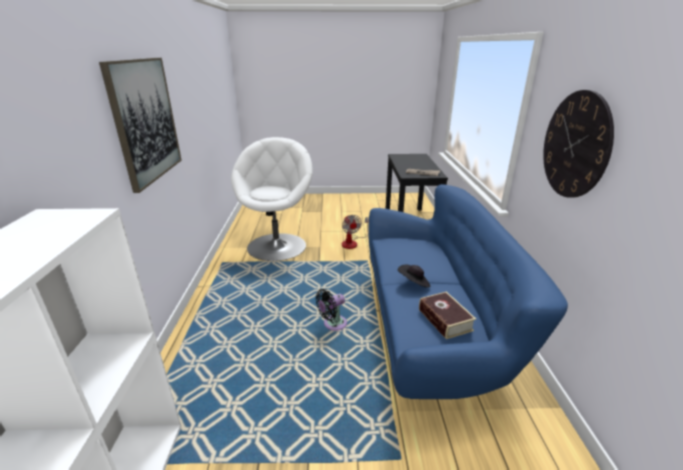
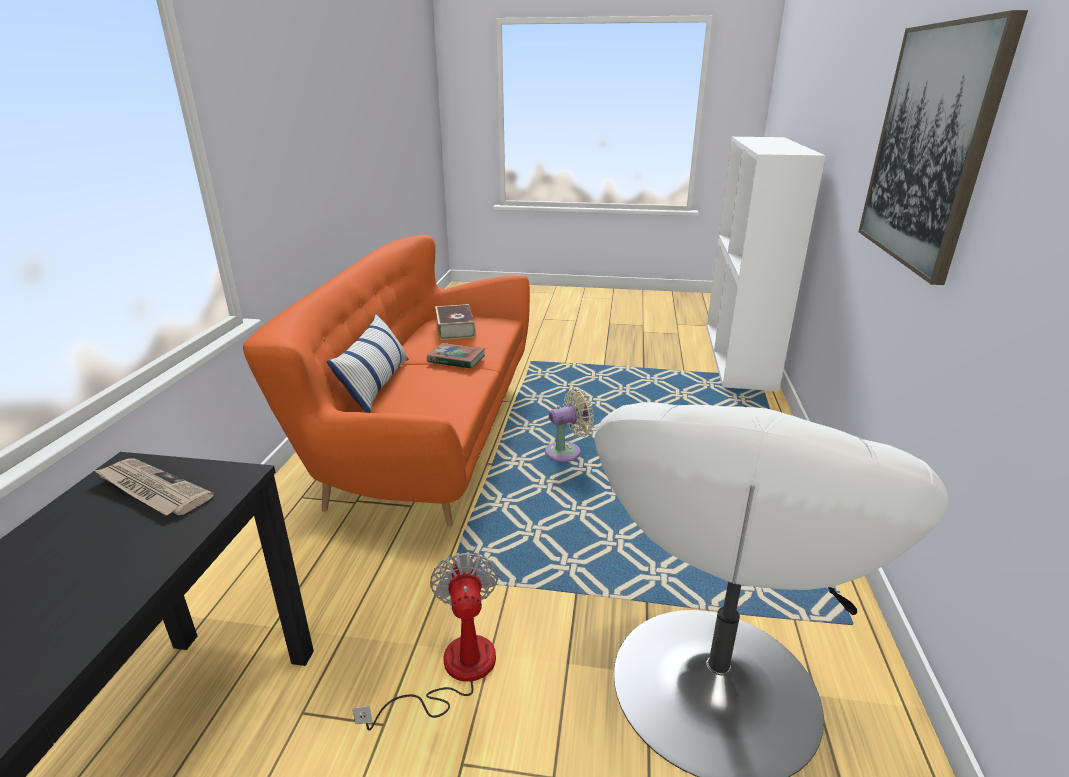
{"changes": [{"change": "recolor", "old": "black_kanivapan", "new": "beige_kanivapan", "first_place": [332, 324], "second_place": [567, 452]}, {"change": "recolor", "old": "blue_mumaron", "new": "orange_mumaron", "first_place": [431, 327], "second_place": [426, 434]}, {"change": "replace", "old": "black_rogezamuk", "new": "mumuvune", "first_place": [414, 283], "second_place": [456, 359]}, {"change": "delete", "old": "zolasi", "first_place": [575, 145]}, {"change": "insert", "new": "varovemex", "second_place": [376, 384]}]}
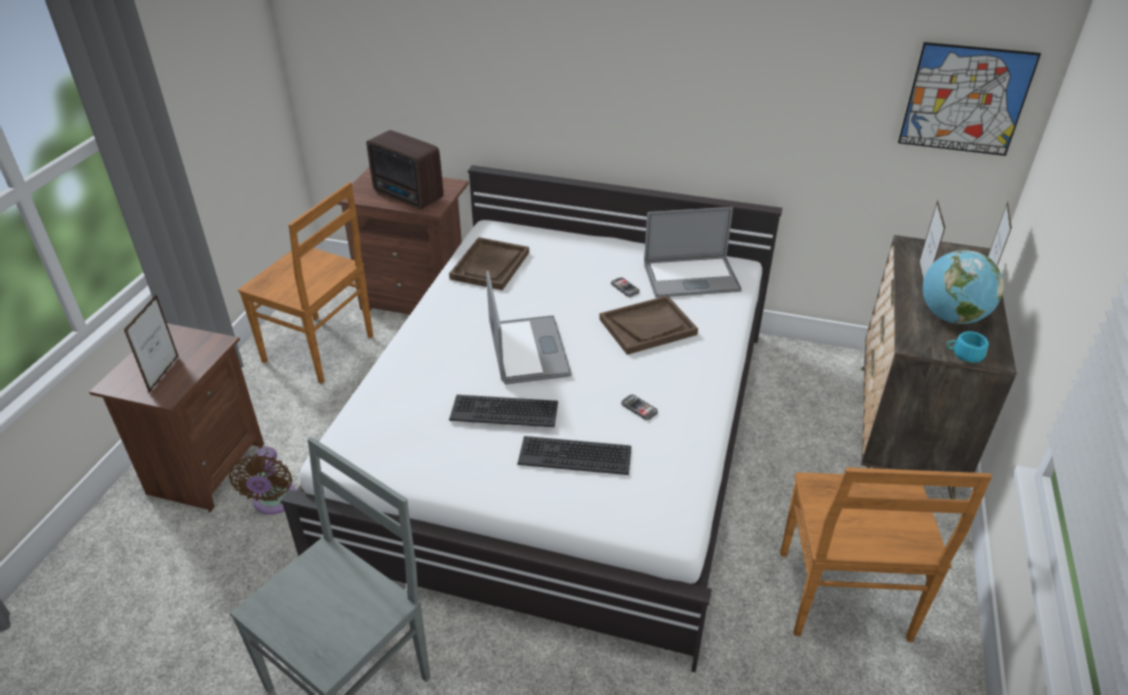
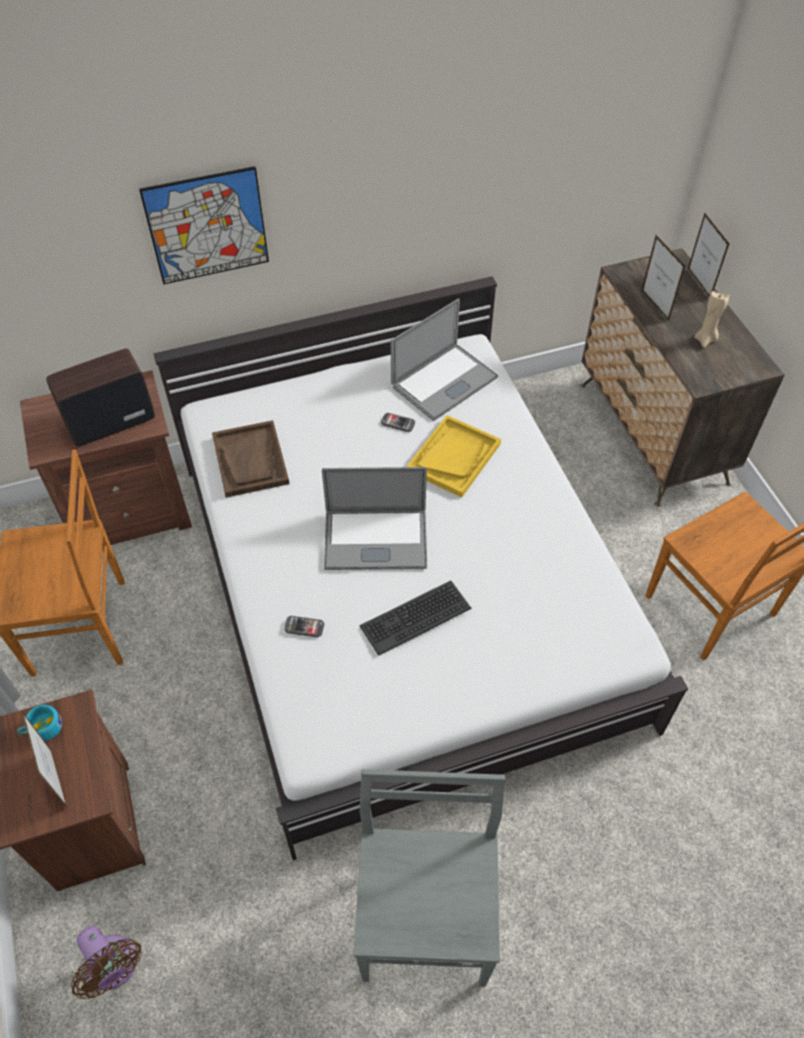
{"changes": [{"change": "move", "old": "brown_kanivapan", "first_place": [274, 502], "second_place": [114, 968]}, {"change": "rotate", "old": "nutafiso", "first_place": [409, 196], "second_place": [108, 422], "degrees": 150}, {"change": "rotate", "old": "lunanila", "first_place": [528, 350], "second_place": [375, 539], "degrees": 135}, {"change": "delete", "old": "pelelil", "first_place": [575, 455]}, {"change": "recolor", "old": "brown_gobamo", "new": "yellow_gobamo", "first_place": [648, 327], "second_place": [453, 457]}, {"change": "move", "old": "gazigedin", "first_place": [639, 408], "second_place": [304, 627]}, {"change": "move", "old": "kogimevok", "first_place": [965, 99], "second_place": [207, 226]}, {"change": "replace", "old": "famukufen", "new": "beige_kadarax", "first_place": [951, 317], "second_place": [705, 340]}, {"change": "move", "old": "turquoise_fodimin", "first_place": [964, 354], "second_place": [42, 729]}]}
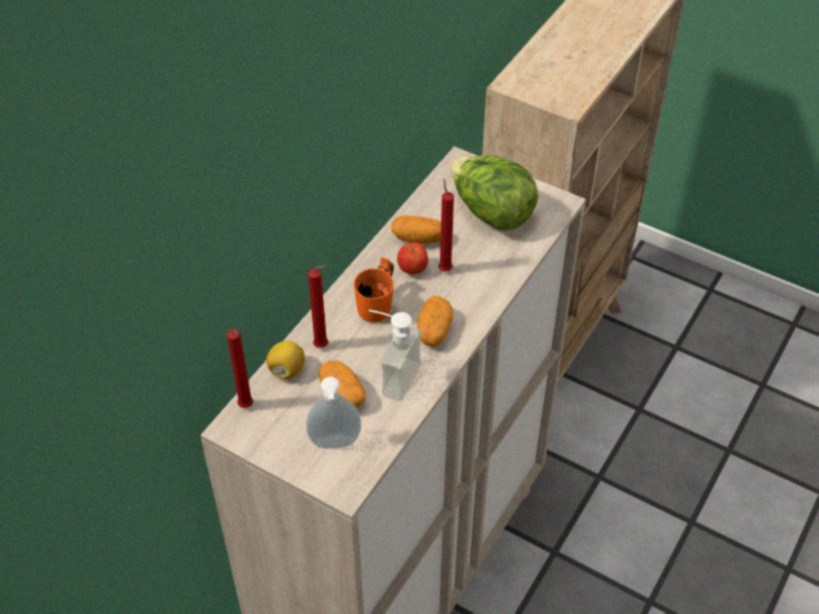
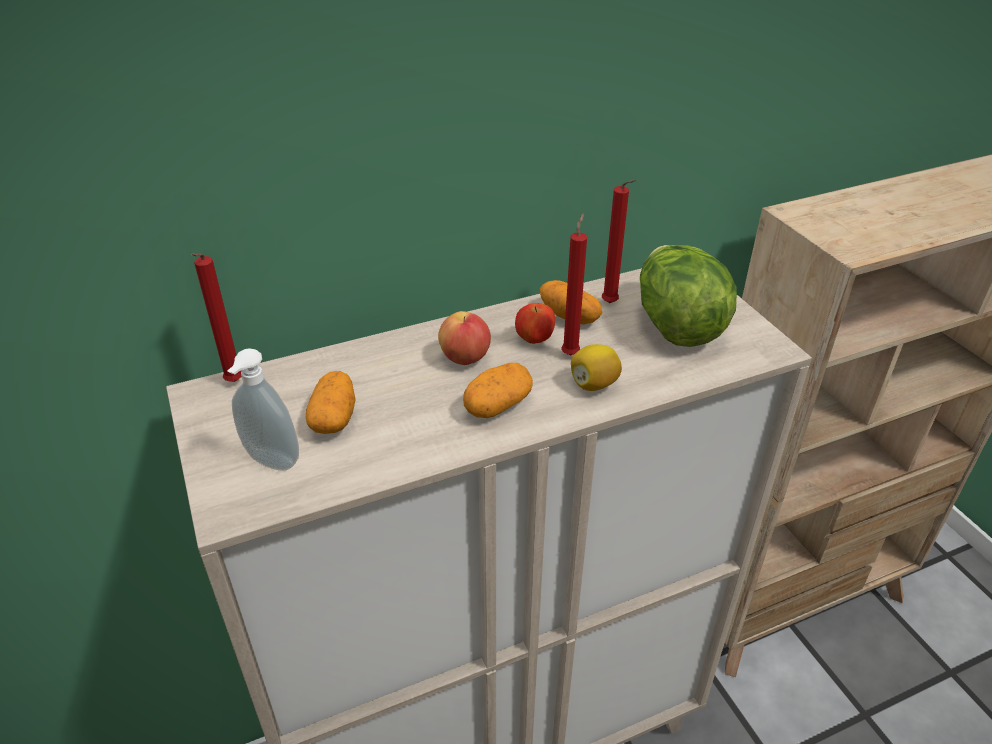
{"changes": [{"change": "move", "old": "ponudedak", "first_place": [287, 370], "second_place": [594, 384]}, {"change": "move", "old": "red_kadarax", "first_place": [323, 346], "second_place": [611, 304]}, {"change": "replace", "old": "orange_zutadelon", "new": "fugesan", "first_place": [381, 307], "second_place": [465, 358]}, {"change": "delete", "old": "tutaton", "first_place": [391, 376]}]}
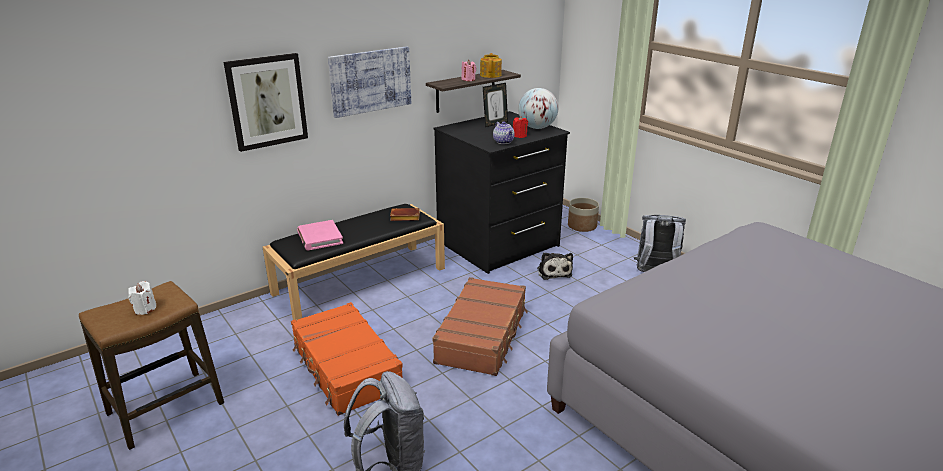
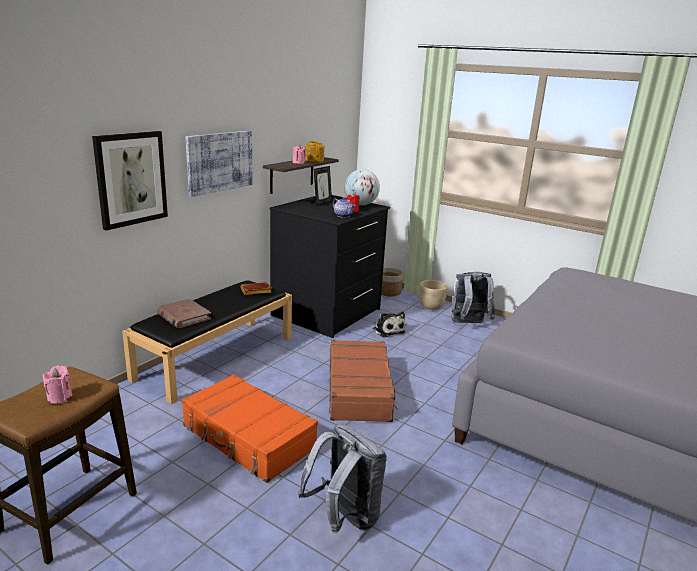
{"changes": [{"change": "recolor", "old": "white_kadarax", "new": "pink_kadarax", "first_place": [145, 309], "second_place": [59, 397]}, {"change": "recolor", "old": "pink_mumuvune", "new": "brown_mumuvune", "first_place": [319, 238], "second_place": [183, 316]}, {"change": "insert", "new": "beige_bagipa", "second_place": [431, 306]}]}
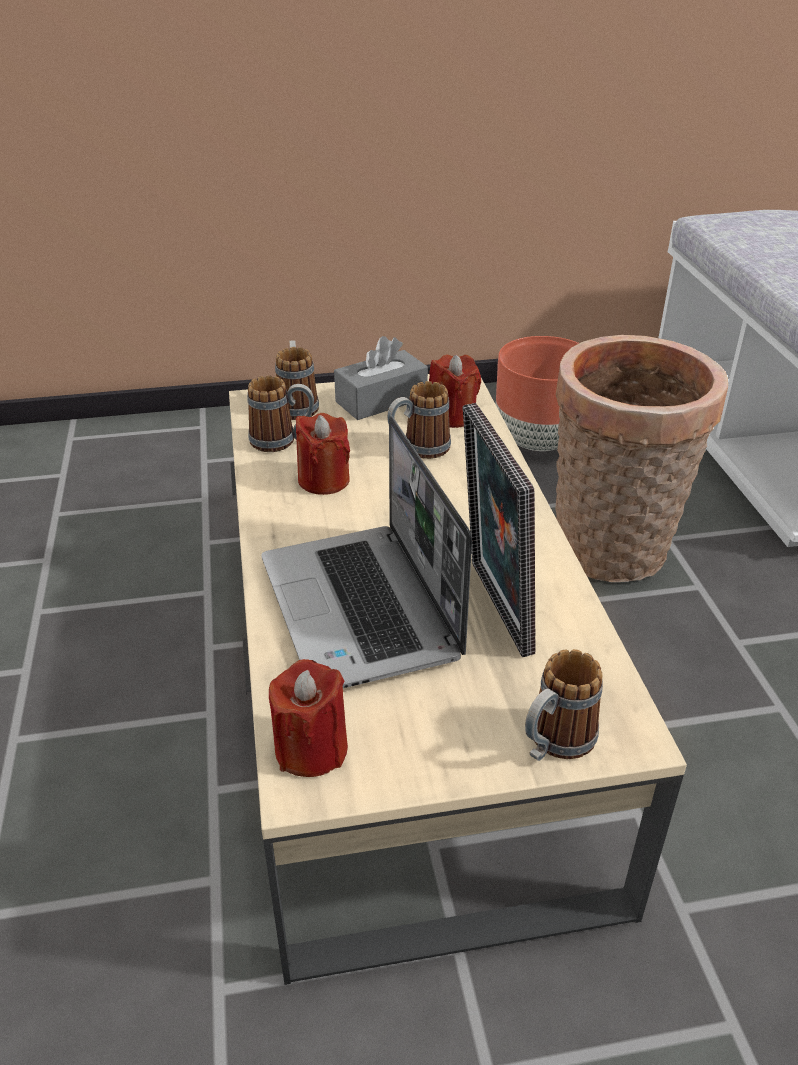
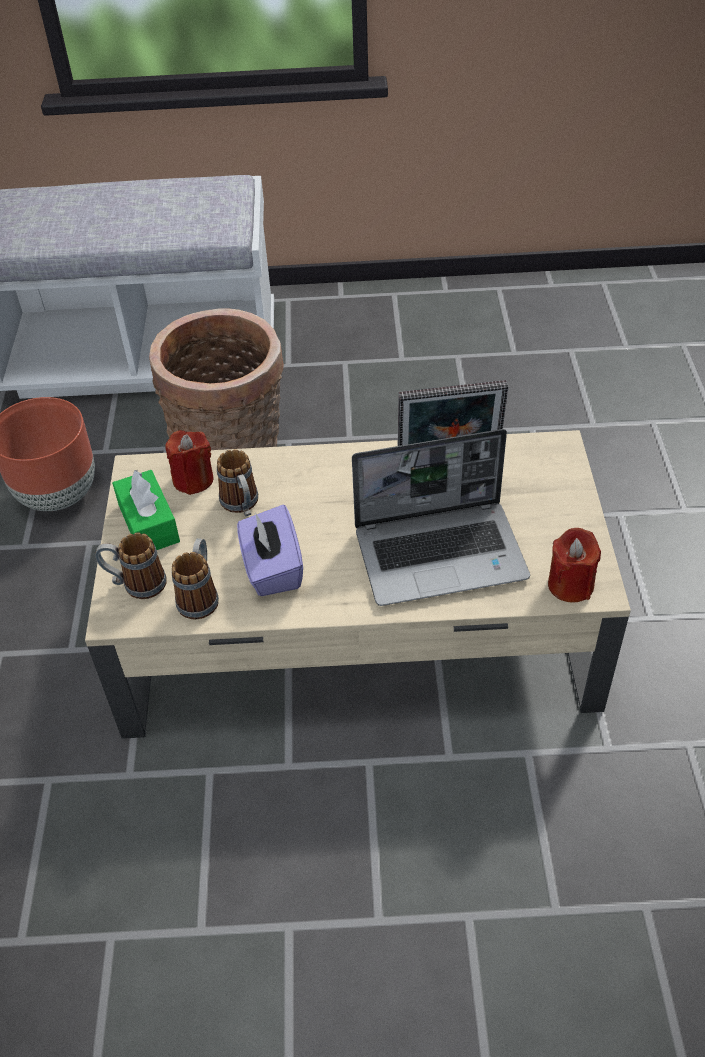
{"changes": [{"change": "replace", "old": "red_kadarax", "new": "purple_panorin", "first_place": [323, 480], "second_place": [272, 569]}, {"change": "recolor", "old": "grey_panorin", "new": "green_panorin", "first_place": [381, 400], "second_place": [149, 523]}, {"change": "delete", "old": "zutadelon", "first_place": [553, 744]}]}
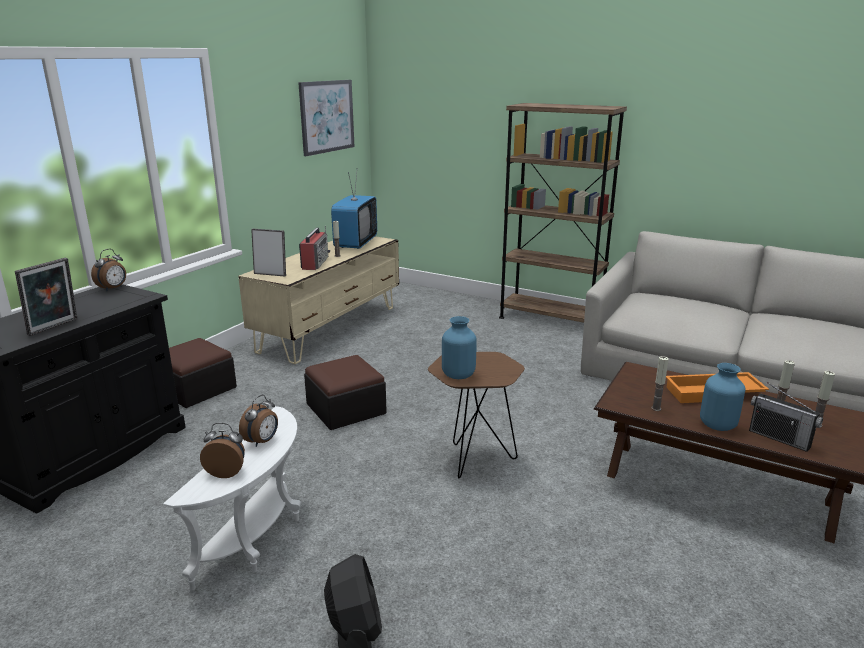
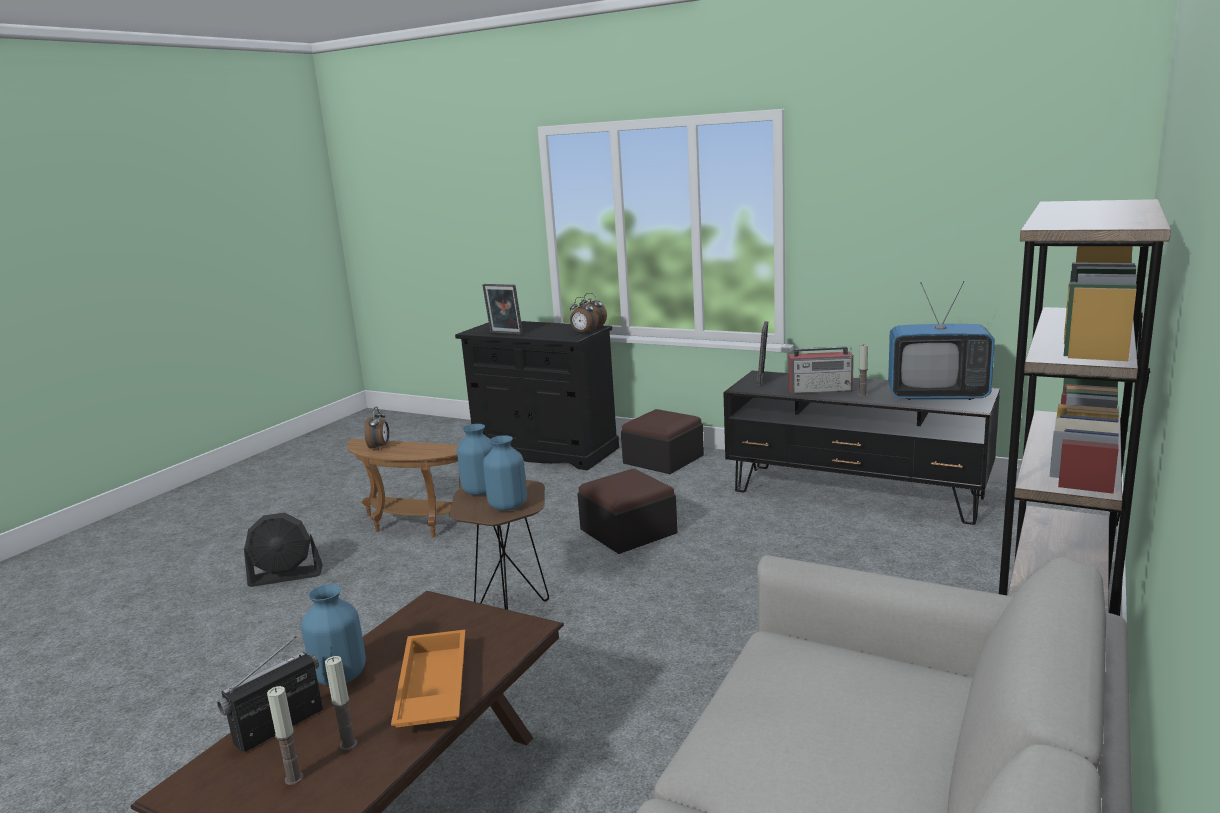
{"changes": [{"change": "recolor", "old": "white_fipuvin", "new": "brown_fipuvin", "first_place": [258, 539], "second_place": [414, 526]}, {"change": "recolor", "old": "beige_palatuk", "new": "black_palatuk", "first_place": [330, 328], "second_place": [856, 494]}, {"change": "move", "old": "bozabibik", "first_place": [262, 441], "second_place": [583, 333]}, {"change": "delete", "old": "kogimevok", "first_place": [327, 116]}, {"change": "delete", "old": "kadarax", "first_place": [656, 408]}, {"change": "insert", "new": "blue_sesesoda", "second_place": [508, 506]}]}
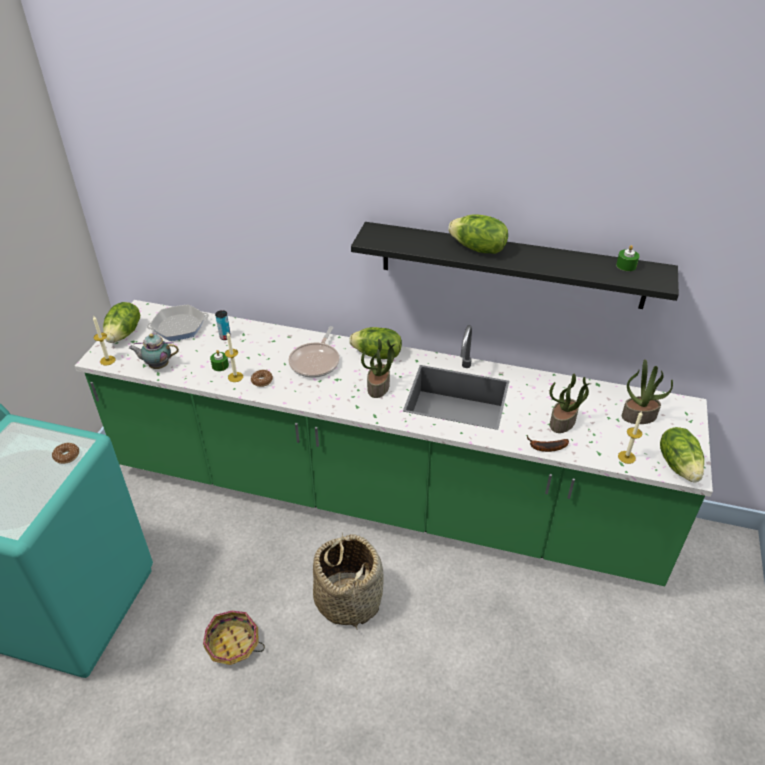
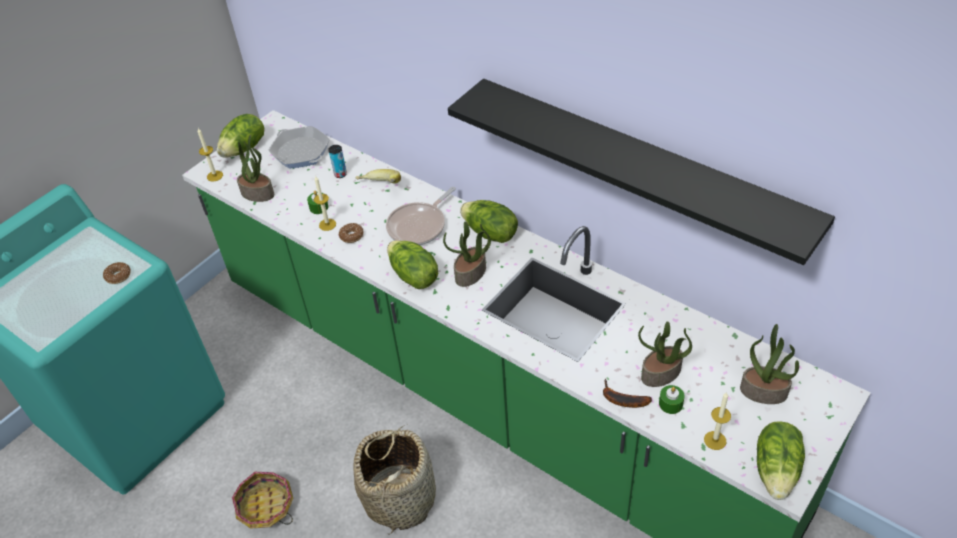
{"changes": [{"change": "replace", "old": "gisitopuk", "new": "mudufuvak", "first_place": [157, 366], "second_place": [258, 193]}, {"change": "rotate", "old": "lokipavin", "first_place": [179, 327], "second_place": [301, 152], "degrees": -135}, {"change": "move", "old": "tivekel", "first_place": [478, 249], "second_place": [413, 276]}, {"change": "move", "old": "green_kadarax", "first_place": [626, 265], "second_place": [670, 404]}, {"change": "insert", "new": "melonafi", "second_place": [379, 188]}]}
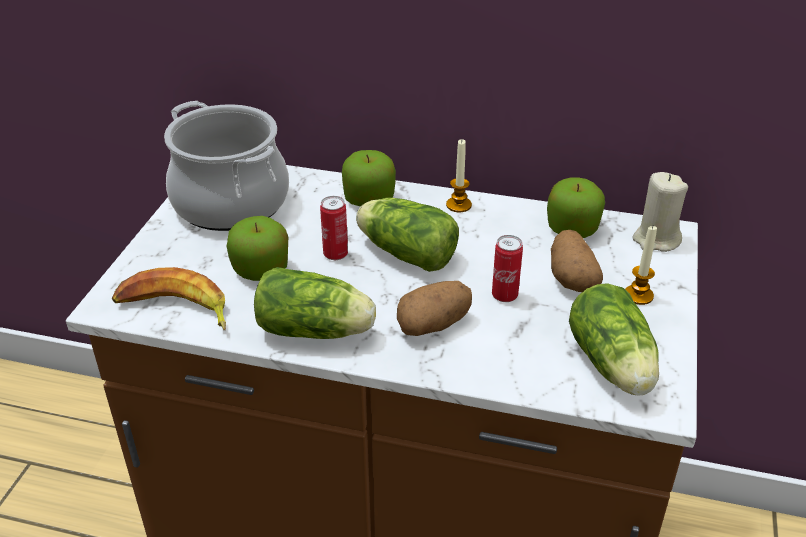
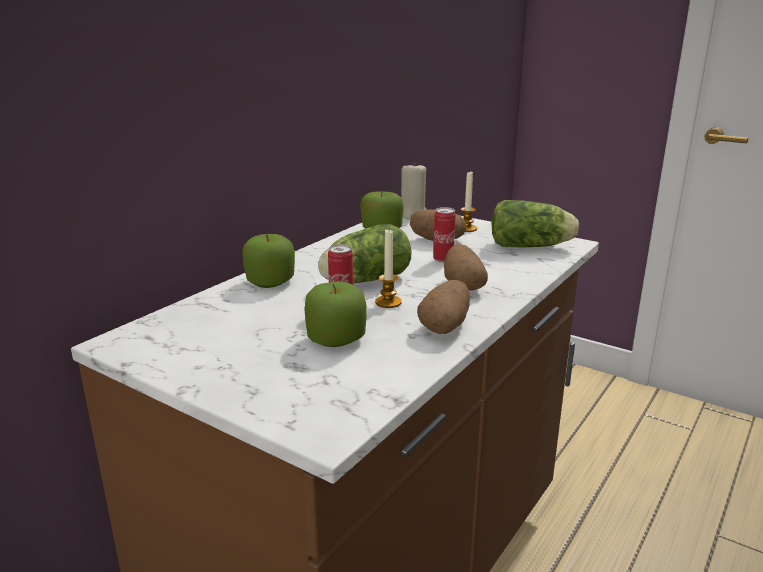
{"changes": [{"change": "delete", "old": "melonafi", "first_place": [174, 309]}, {"change": "delete", "old": "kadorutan", "first_place": [230, 203]}, {"change": "replace", "old": "tivekel", "new": "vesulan", "first_place": [317, 331], "second_place": [445, 326]}, {"change": "move", "old": "kadarax", "first_place": [458, 205], "second_place": [388, 302]}]}
